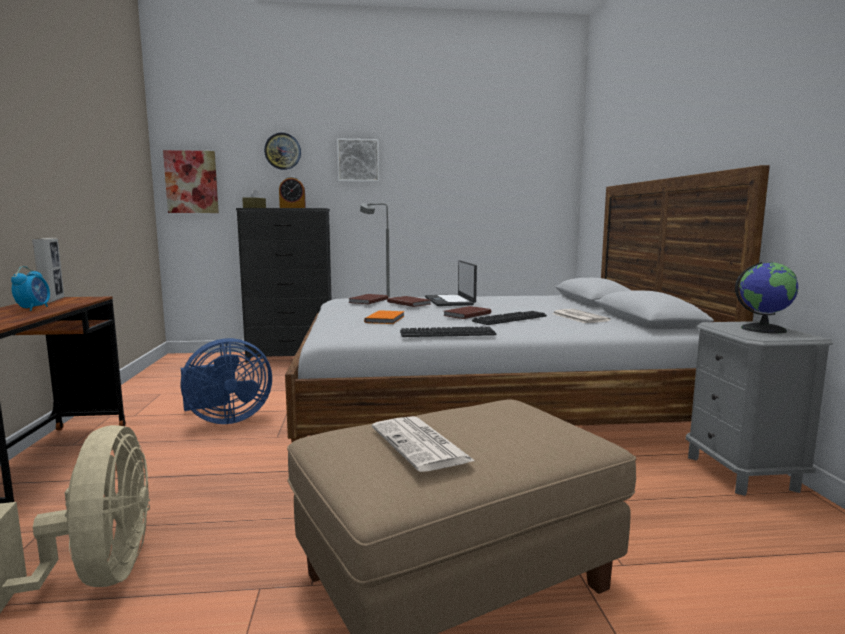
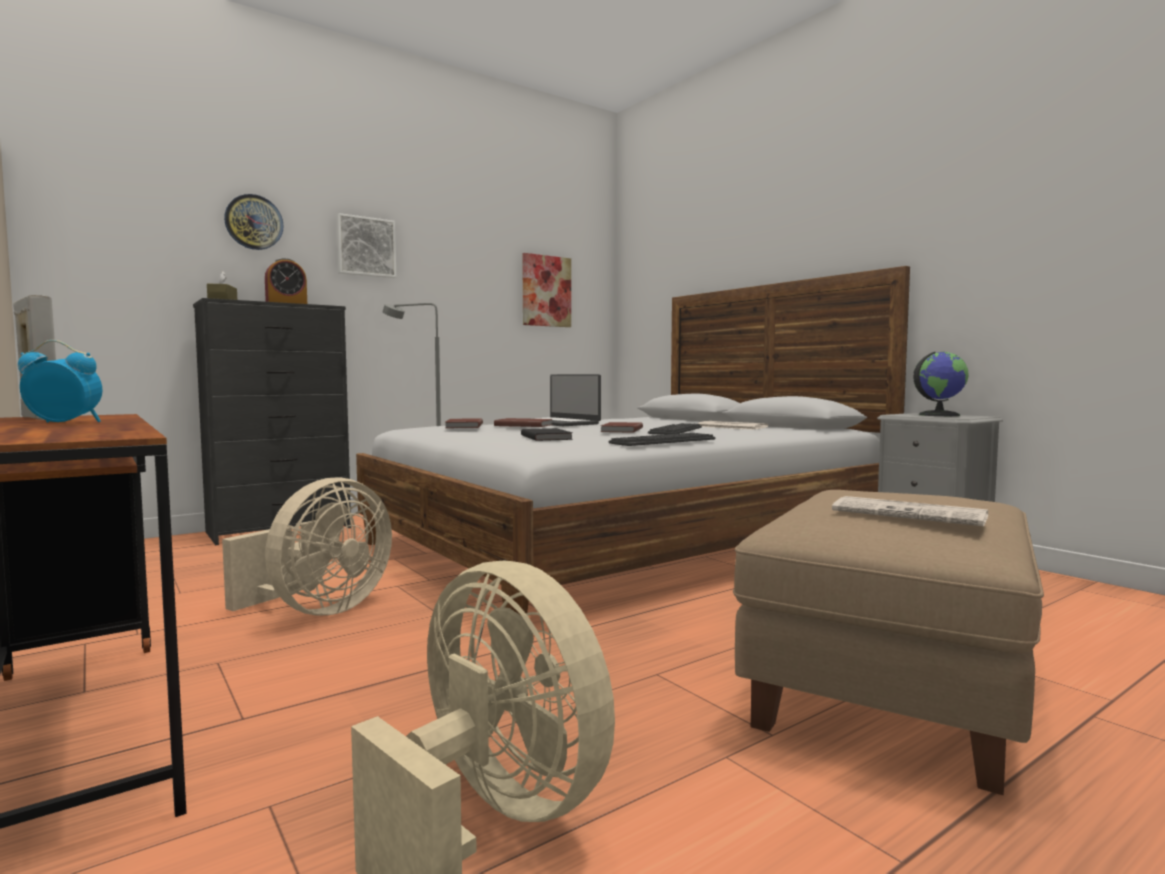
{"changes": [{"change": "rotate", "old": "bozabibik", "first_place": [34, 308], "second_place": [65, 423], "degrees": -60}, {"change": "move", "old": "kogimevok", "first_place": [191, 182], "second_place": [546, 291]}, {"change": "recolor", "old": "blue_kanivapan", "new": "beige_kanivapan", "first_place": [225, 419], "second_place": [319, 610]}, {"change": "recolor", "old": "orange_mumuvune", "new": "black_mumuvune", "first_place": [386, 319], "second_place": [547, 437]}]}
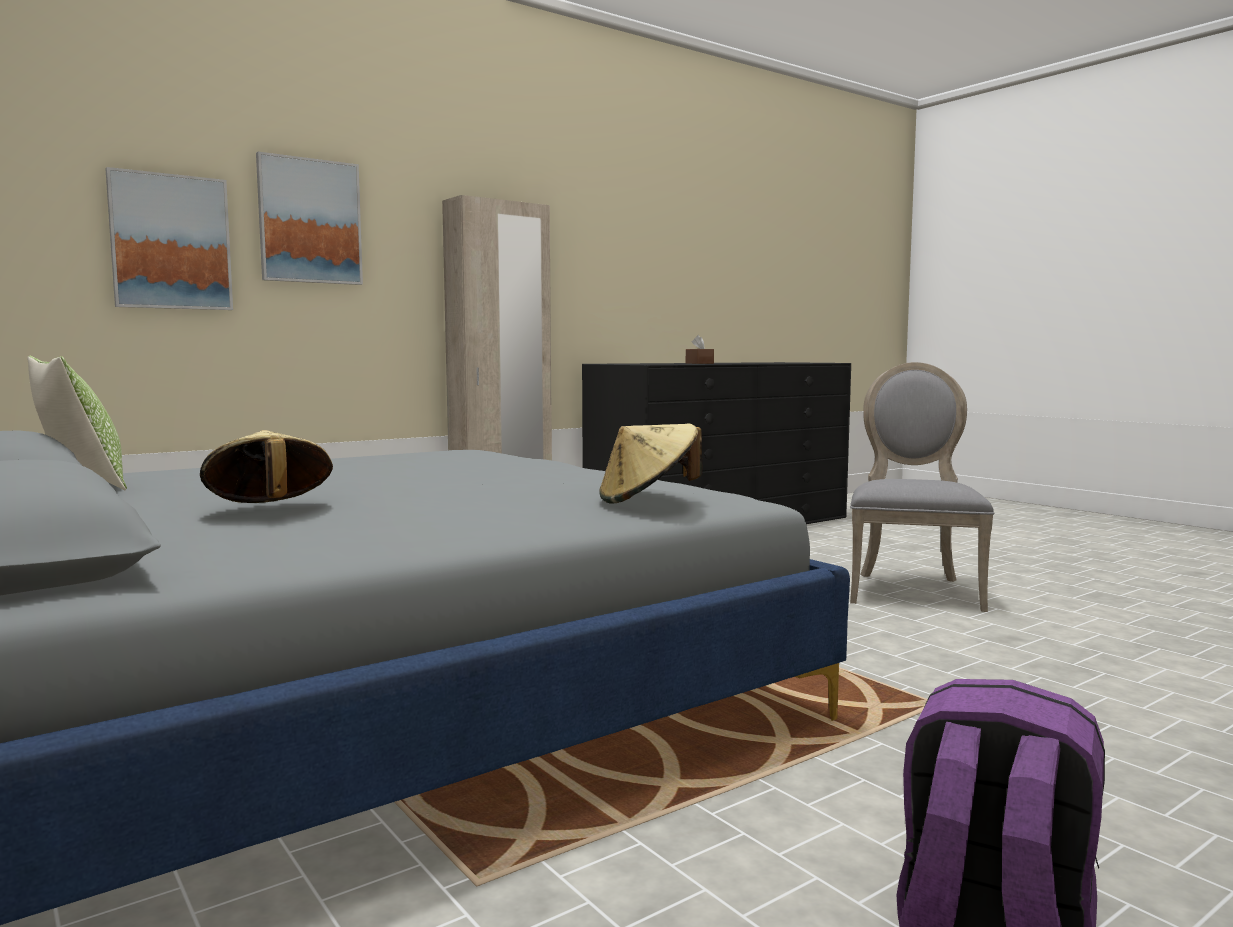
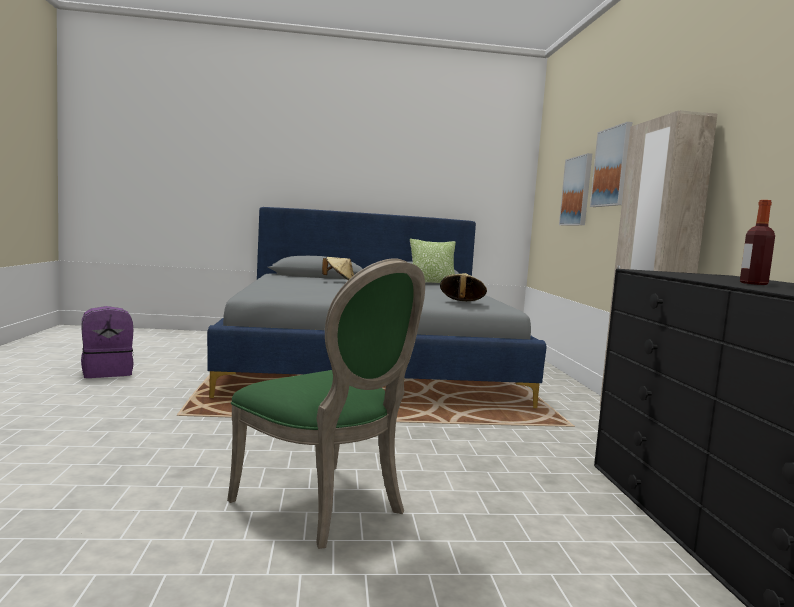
{"changes": [{"change": "move", "old": "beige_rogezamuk", "first_place": [648, 499], "second_place": [461, 303]}, {"change": "delete", "old": "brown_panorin", "first_place": [699, 363]}, {"change": "recolor", "old": "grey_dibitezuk", "new": "green_dibitezuk", "first_place": [911, 590], "second_place": [326, 507]}, {"change": "insert", "new": "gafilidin", "second_place": [753, 283]}]}
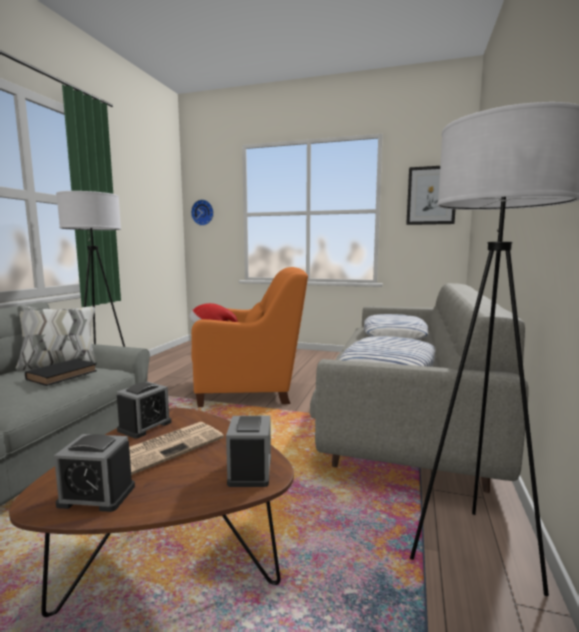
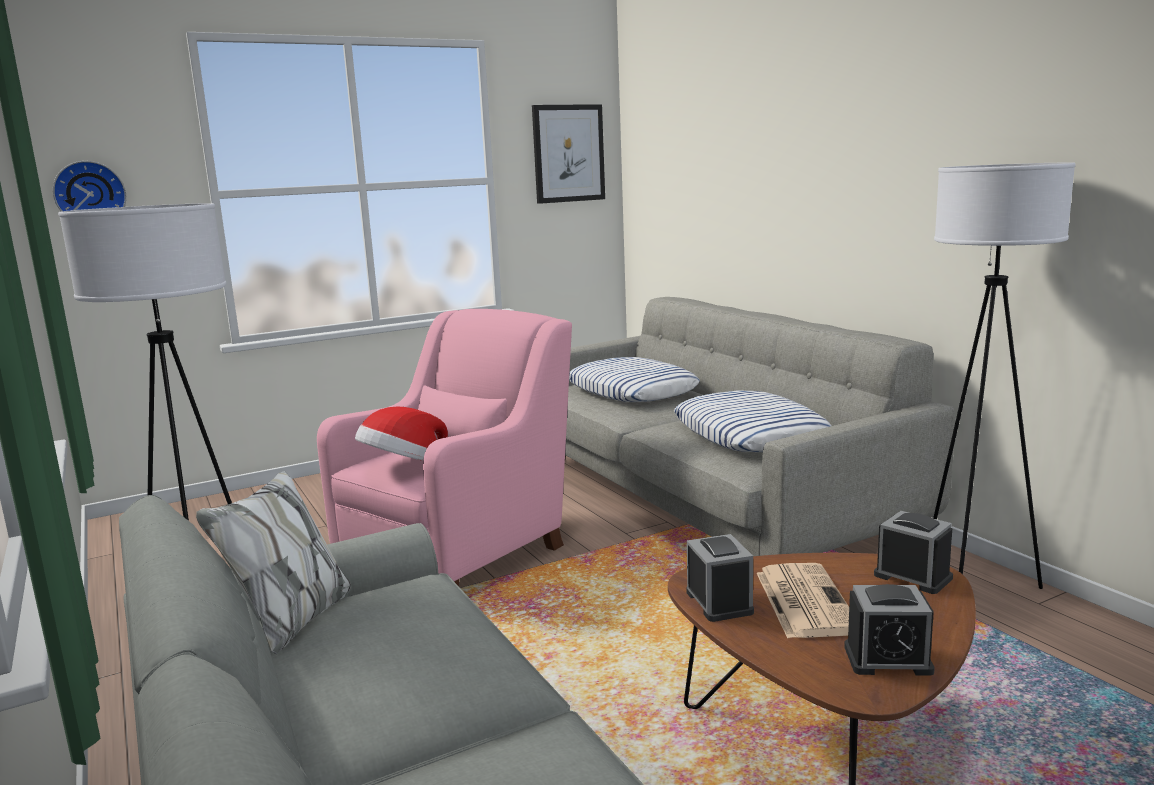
{"changes": [{"change": "delete", "old": "black_mumuvune", "first_place": [64, 375]}, {"change": "rotate", "old": "bozabibik", "first_place": [97, 495], "second_place": [887, 659], "degrees": 45}, {"change": "recolor", "old": "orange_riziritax", "new": "pink_riziritax", "first_place": [250, 389], "second_place": [461, 552]}]}
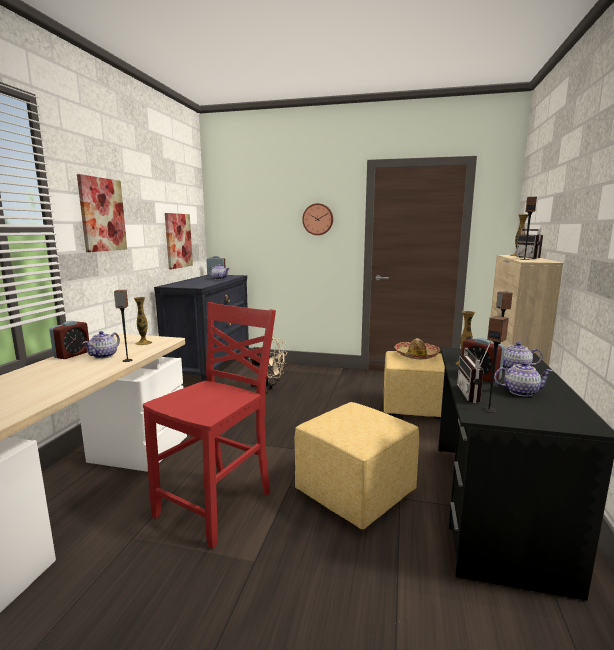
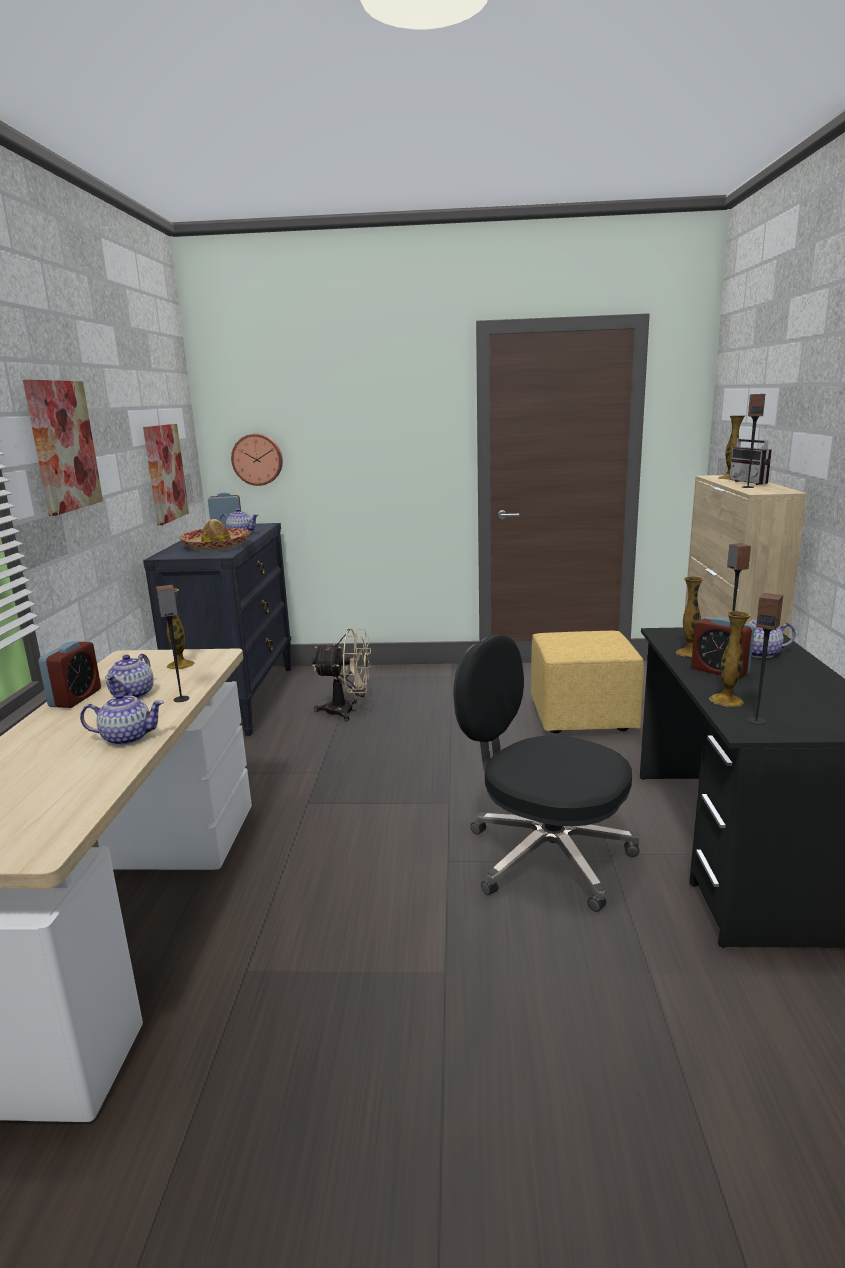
{"changes": [{"change": "delete", "old": "red_dibitezuk", "first_place": [217, 504]}, {"change": "replace", "old": "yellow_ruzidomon", "new": "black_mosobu", "first_place": [354, 492], "second_place": [545, 856]}, {"change": "move", "old": "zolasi", "first_place": [318, 219], "second_place": [257, 459]}, {"change": "move", "old": "rogezamuk", "first_place": [416, 355], "second_place": [216, 546]}, {"change": "replace", "old": "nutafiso", "new": "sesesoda", "first_place": [474, 395], "second_place": [726, 700]}, {"change": "move", "old": "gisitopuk", "first_place": [520, 392], "second_place": [126, 738]}]}
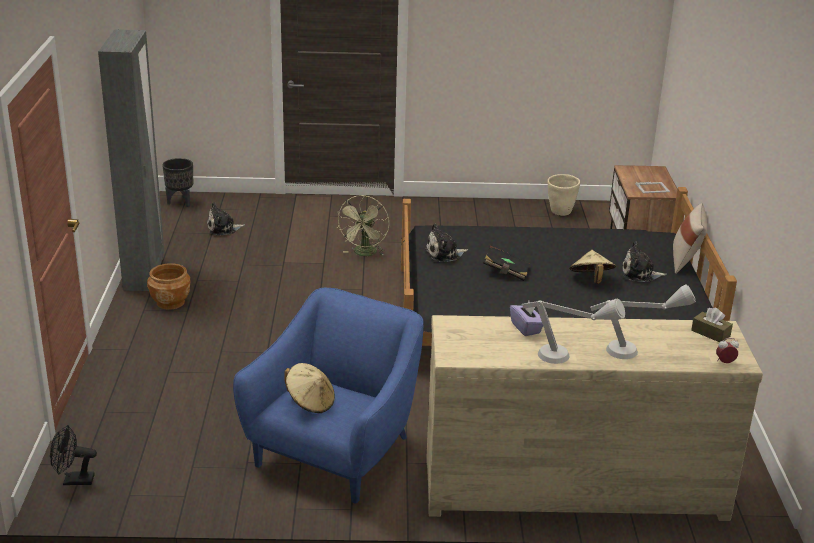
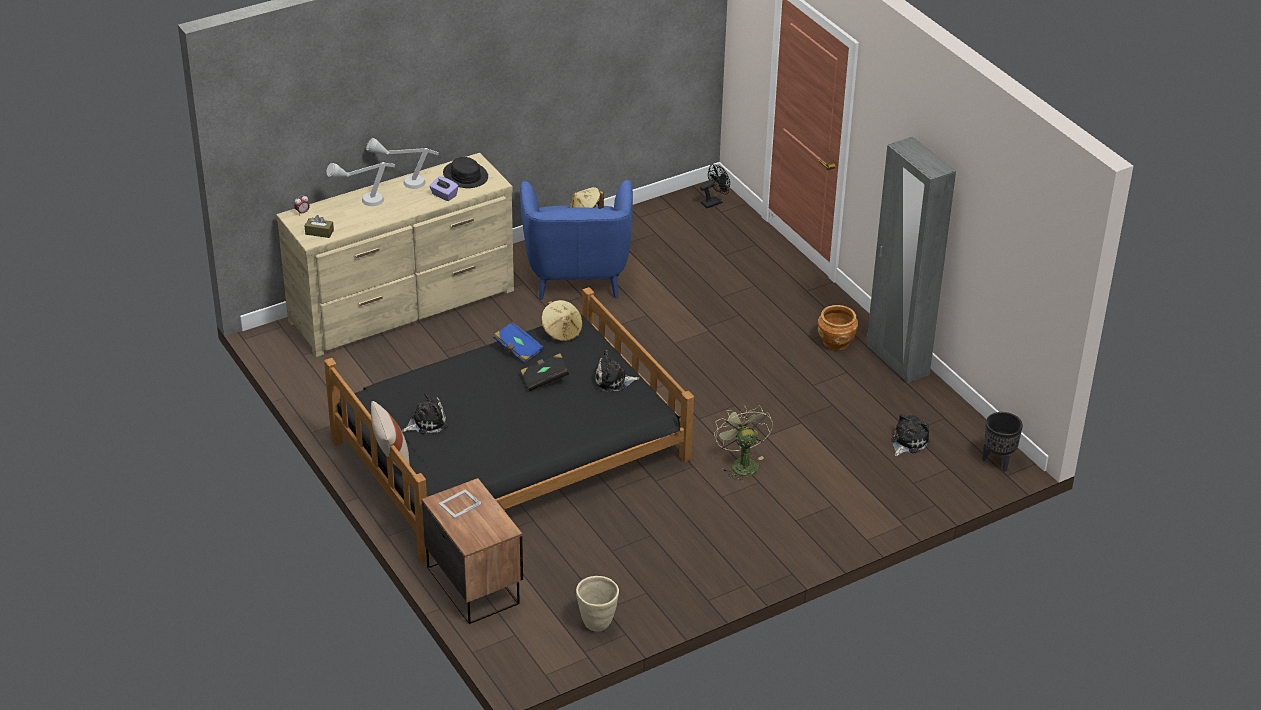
{"changes": [{"change": "rotate", "old": "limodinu", "first_place": [444, 254], "second_place": [613, 381], "degrees": -135}, {"change": "move", "old": "beige_rogezamuk", "first_place": [591, 280], "second_place": [562, 332]}, {"change": "insert", "new": "black_rogezamuk", "second_place": [465, 175]}, {"change": "insert", "new": "blue_mumuvune", "second_place": [518, 350]}]}
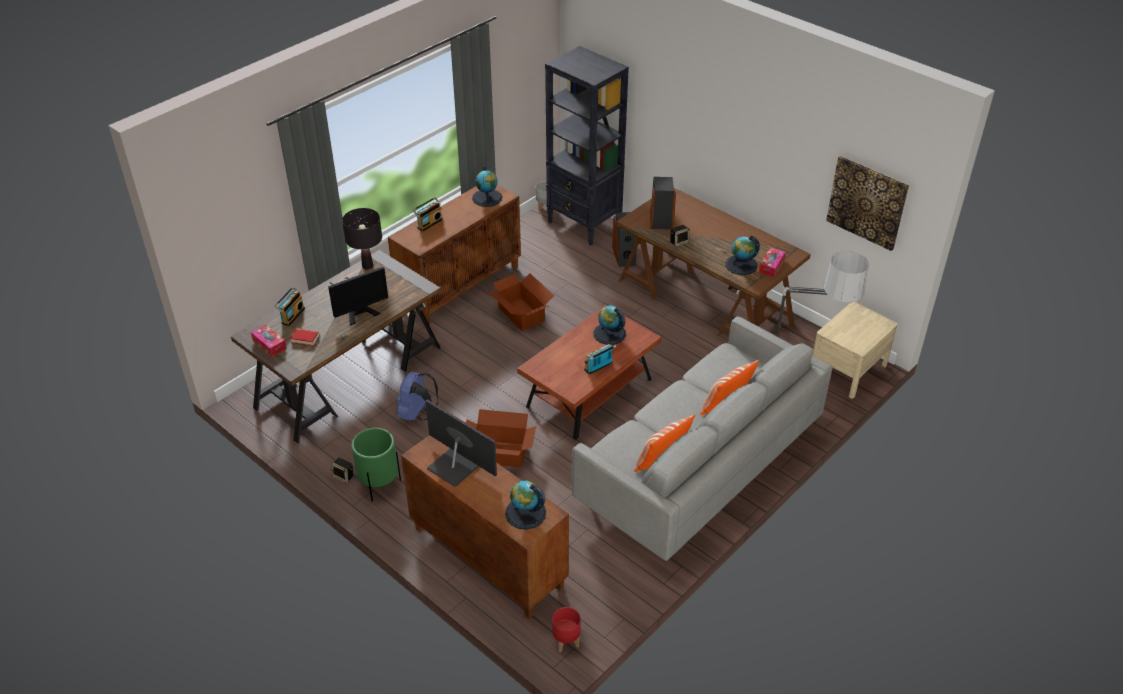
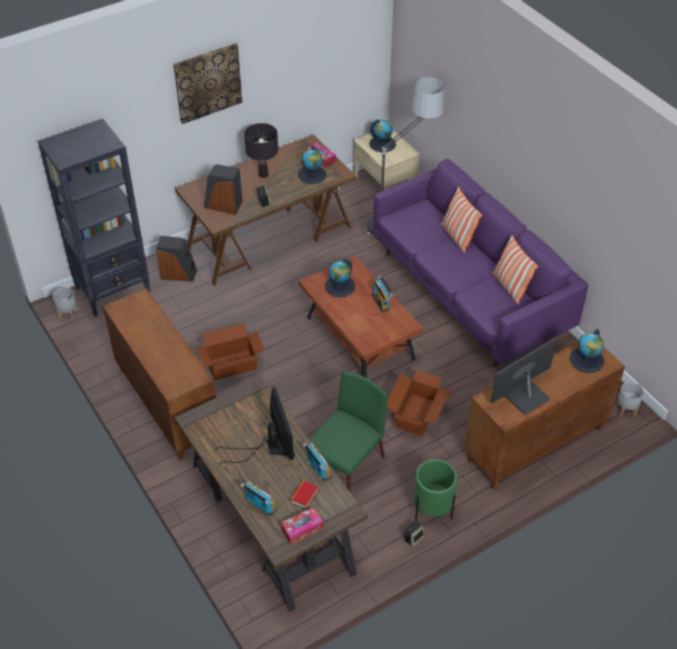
{"changes": [{"change": "move", "old": "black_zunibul", "first_place": [367, 266], "second_place": [263, 175]}, {"change": "replace", "old": "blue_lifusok", "new": "green_dibitezuk", "first_place": [418, 414], "second_place": [346, 467]}, {"change": "move", "old": "nutafiso", "first_place": [429, 223], "second_place": [317, 468]}, {"change": "move", "old": "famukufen", "first_place": [487, 198], "second_place": [382, 144]}, {"change": "recolor", "old": "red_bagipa", "new": "grey_bagipa", "first_place": [565, 641], "second_place": [626, 410]}, {"change": "recolor", "old": "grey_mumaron", "new": "purple_mumaron", "first_place": [697, 470], "second_place": [469, 294]}, {"change": "move", "old": "kogimevok", "first_place": [867, 202], "second_place": [207, 82]}]}
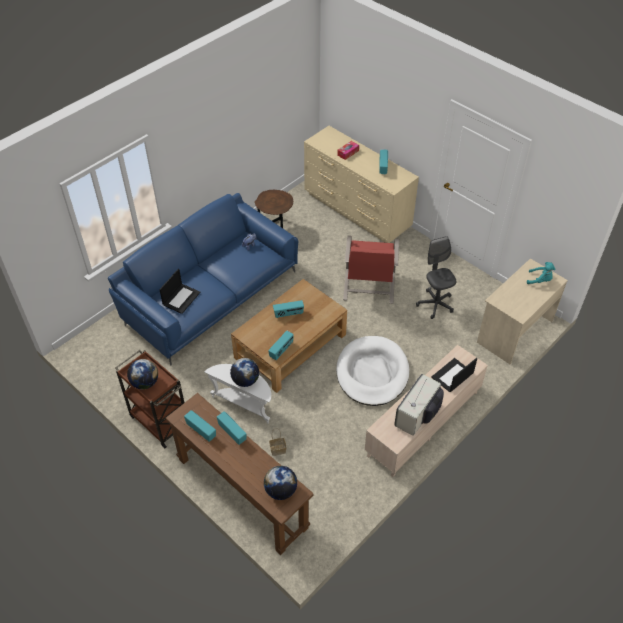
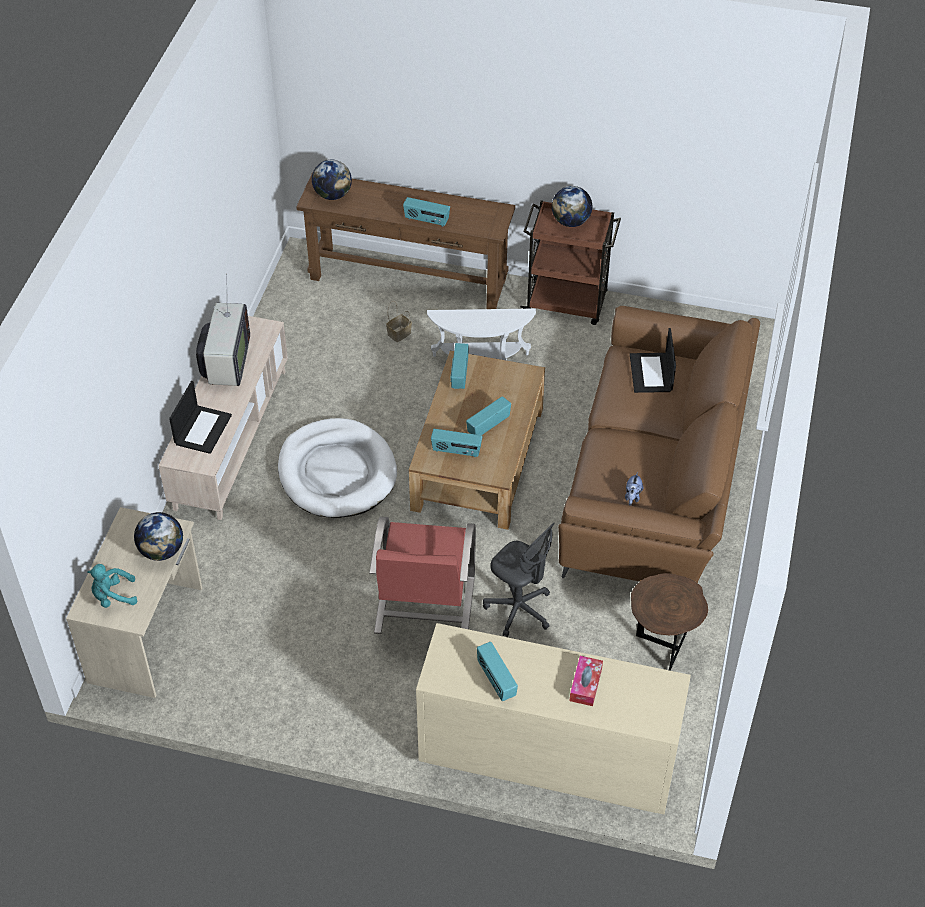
{"changes": [{"change": "recolor", "old": "blue_mumaron", "new": "brown_mumaron", "first_place": [210, 295], "second_place": [655, 478]}, {"change": "move", "old": "nutafiso", "first_place": [201, 430], "second_place": [456, 451]}, {"change": "move", "old": "famukufen", "first_place": [245, 380], "second_place": [162, 551]}, {"change": "rotate", "old": "red_riziritax", "first_place": [369, 287], "second_place": [424, 606], "degrees": -150}, {"change": "move", "old": "grey_mosobu", "first_place": [435, 304], "second_place": [519, 609]}]}
